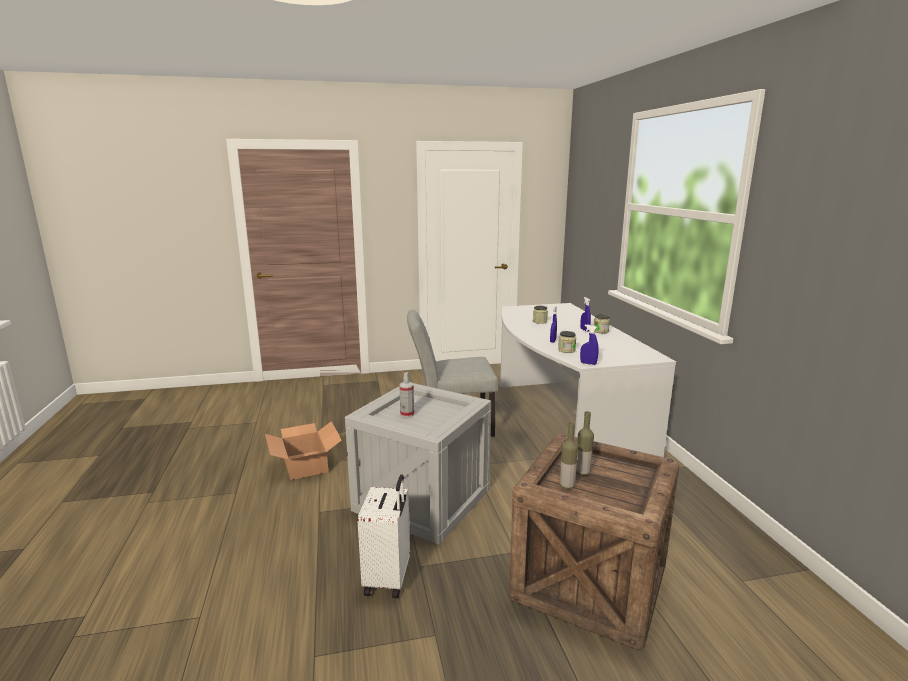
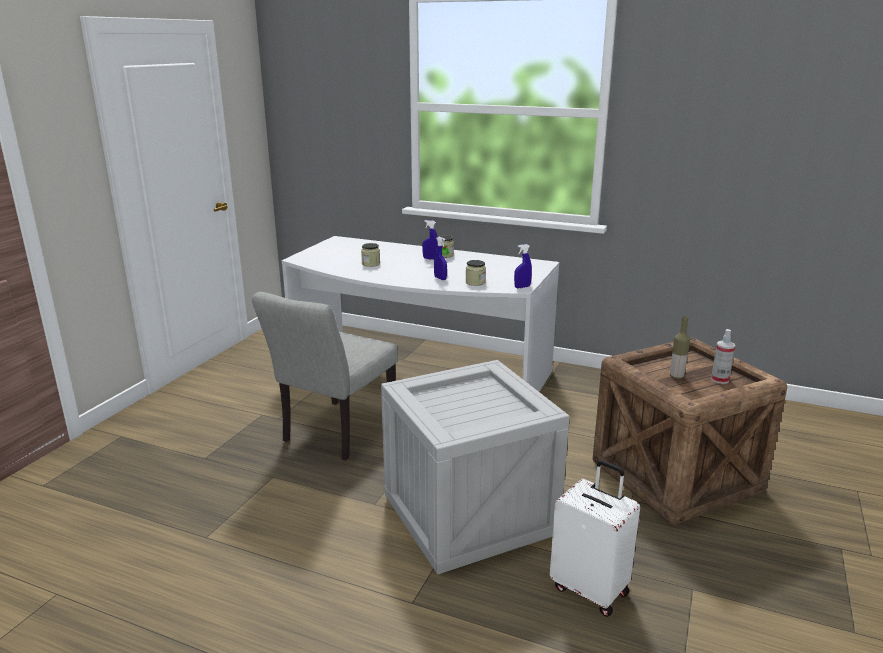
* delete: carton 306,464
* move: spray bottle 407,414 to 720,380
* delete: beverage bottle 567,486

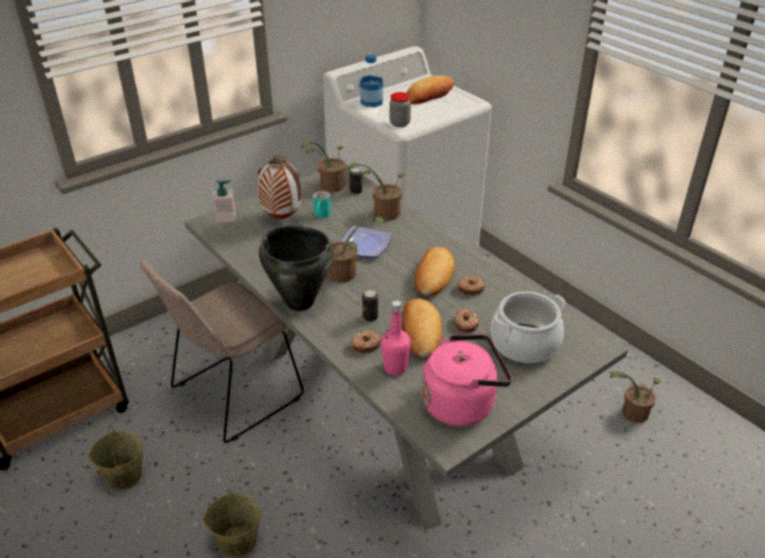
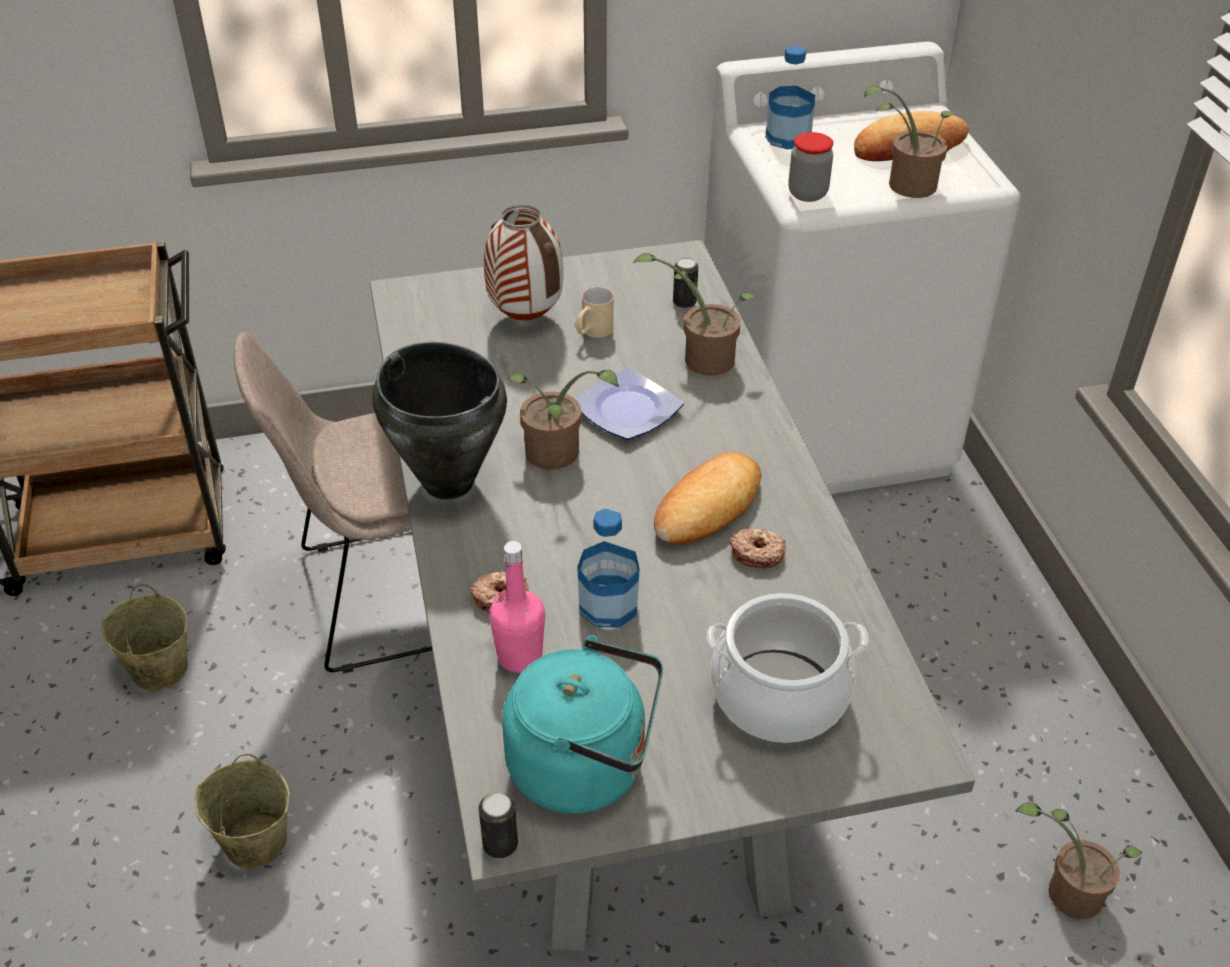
* delete: soap bottle 226,217
* move: houseplant 329,187 to 905,186
* recolor: blue-green tea mug 321,216 to beige-coloured tea mug 592,333
* move: sealed can 370,317 to 500,844
* replace: baked bread 420,332 to beverage bottle 608,605
* recolor: pink kettle 462,403 to blue-green kettle 586,766
* delete: ring doughnut 466,323

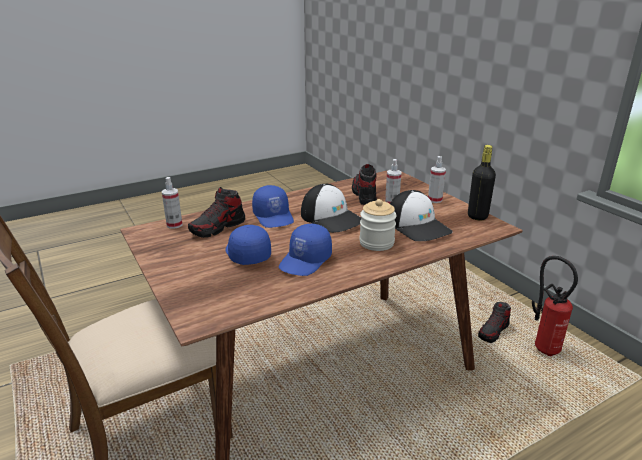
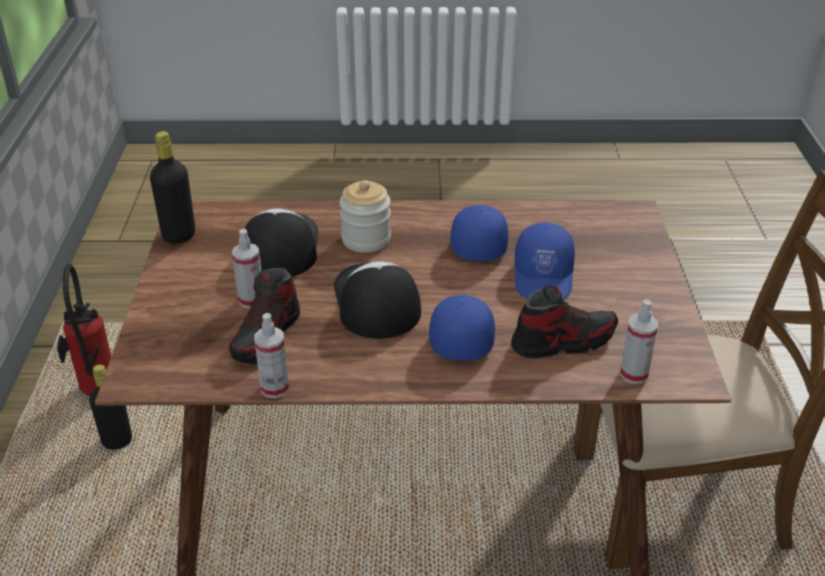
* rotate: bluish cap 306,261 = 477,242 60 degrees counterclockwise
* move: spray bottle 435,200 to 275,388
* replace: item of footwear 493,332 to blackish beverage bottle 117,441

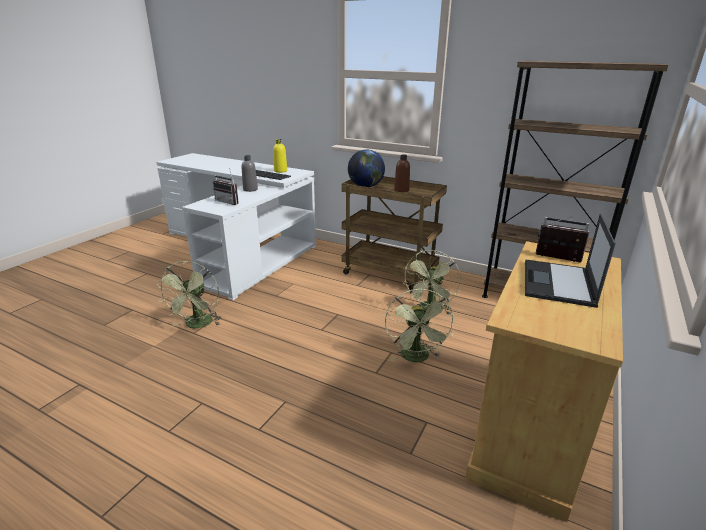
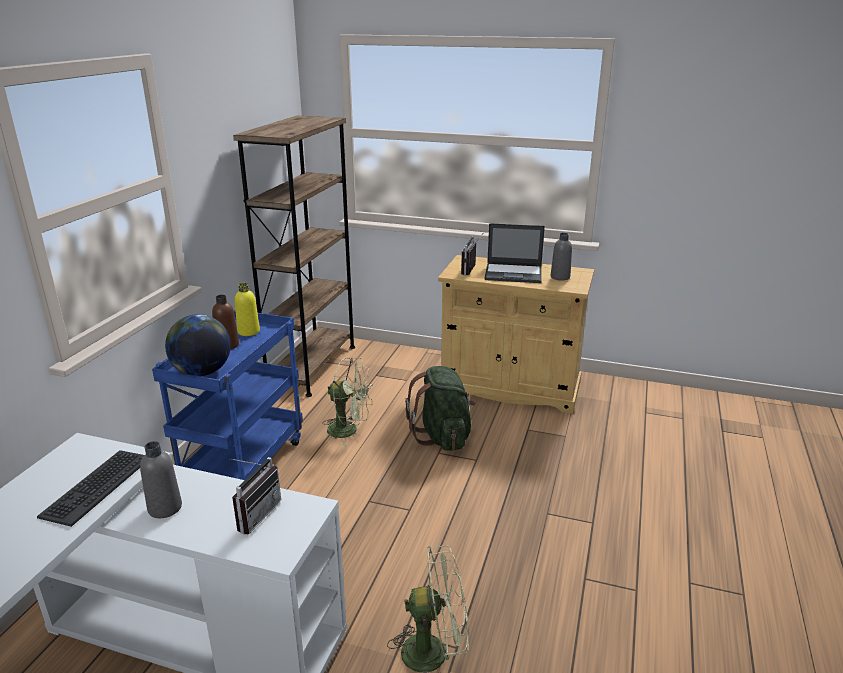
* move: yellow beverage bottle 280,171 to 248,331
* recolor: brownish wheeled cart 390,273 to bluish wheeled cart 244,465
* replace: green-coloured electric fan 416,358 to green-coloured backpack 443,436
* insert: grey beverage bottle 560,277

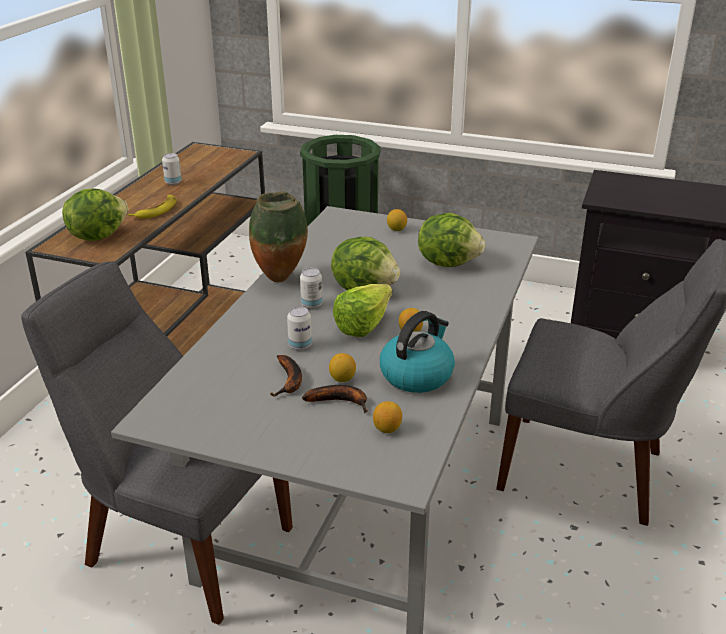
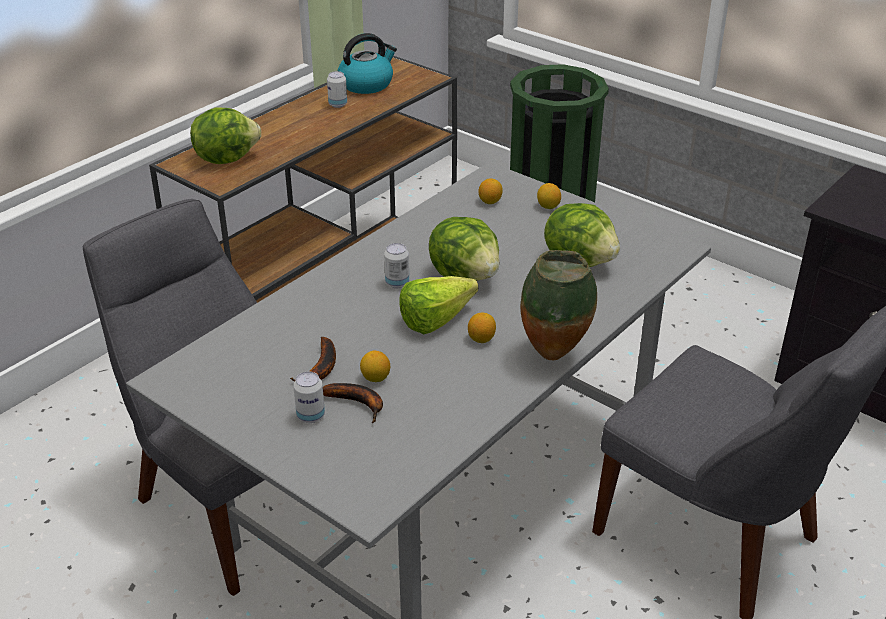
* delete: whole banana 156,210
* move: decorative vase 281,279 to 555,356
* move: sealed can 300,345 to 310,416
* move: whole lemon 387,429 to 490,201
* move: kettle 417,374 to 366,84

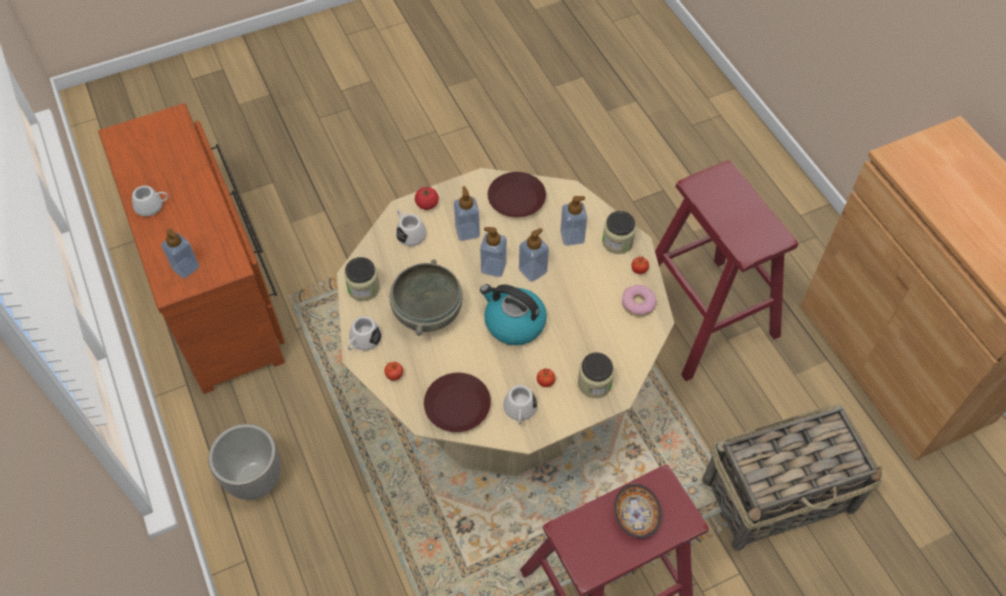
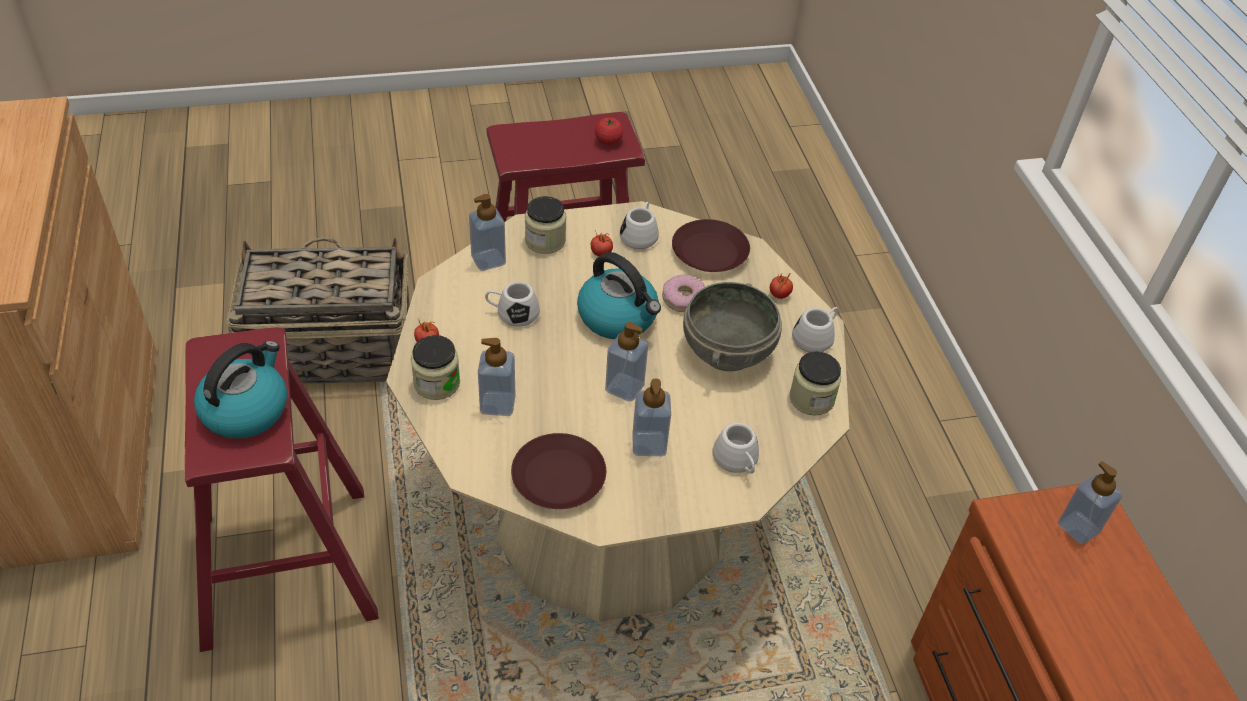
* move: whitish tea mug 153,206 to 512,313
* delete: planter 254,479
* move: whole tomato 427,204 to 608,140
* move: soap bottle 533,271 to 488,260
* delete: serving bowl 636,515
* move: ring doughnut 638,304 to 683,299
* insert: kettle 246,409

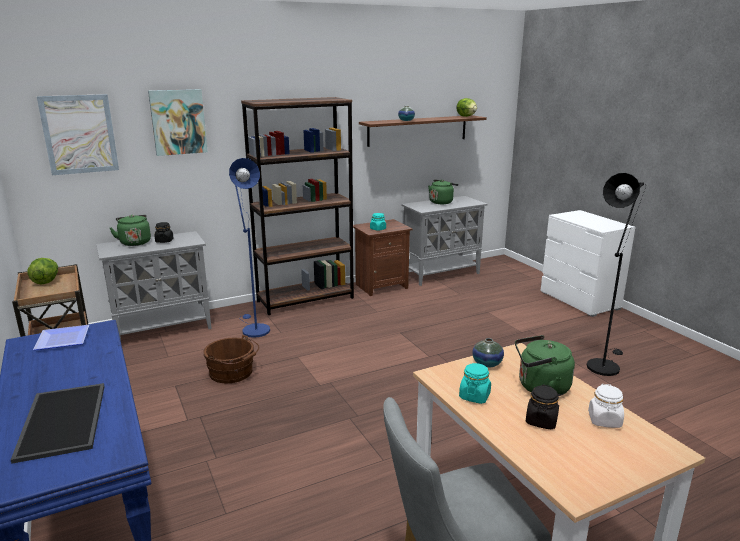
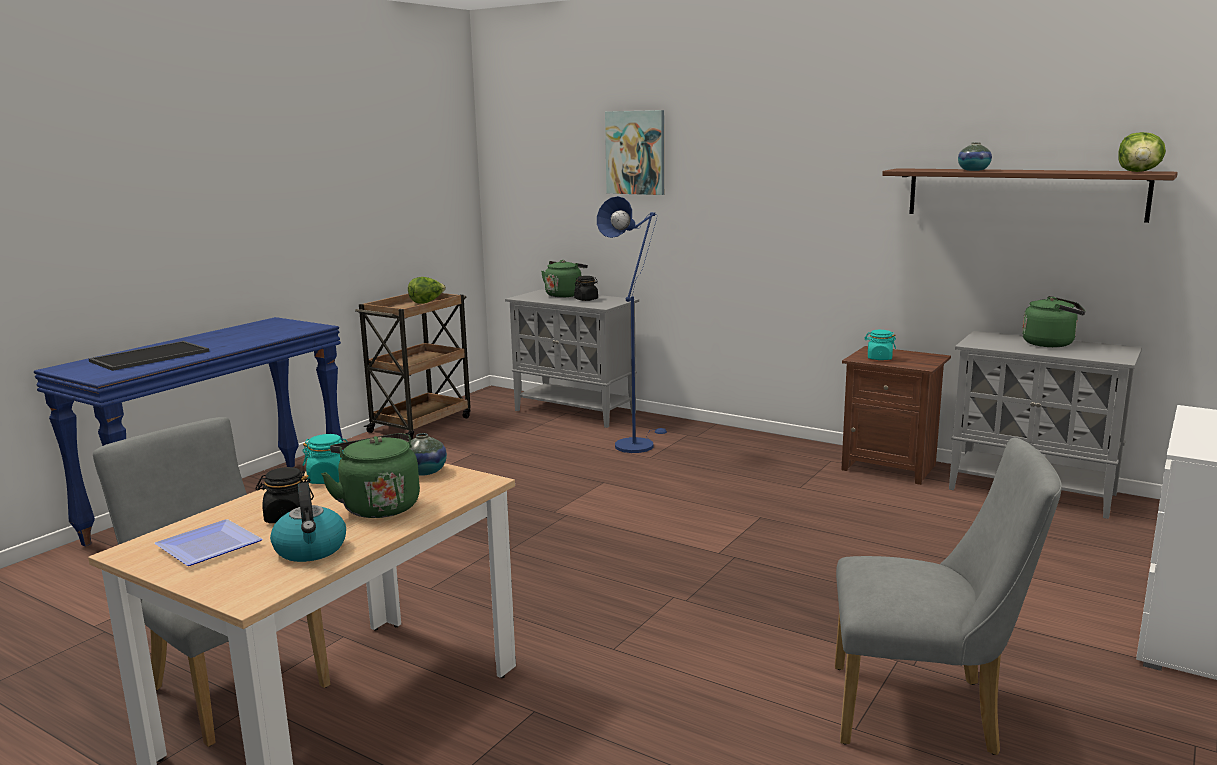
* move: plate 64,340 to 207,548
* delete: wall picture 79,134
* delete: brownish bucket 233,373
* delete: brownish bookcase 305,299
* replace: blackish standard lamp 604,365 to grey upright chair 926,712
* replace: whitish jar 604,420 to kettle 311,550

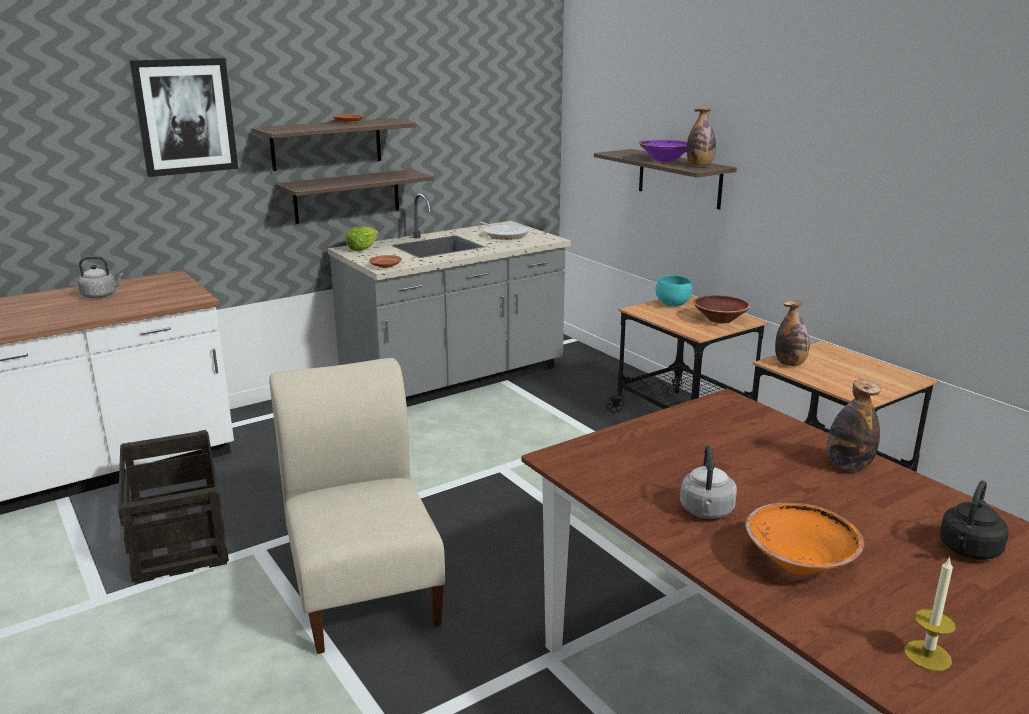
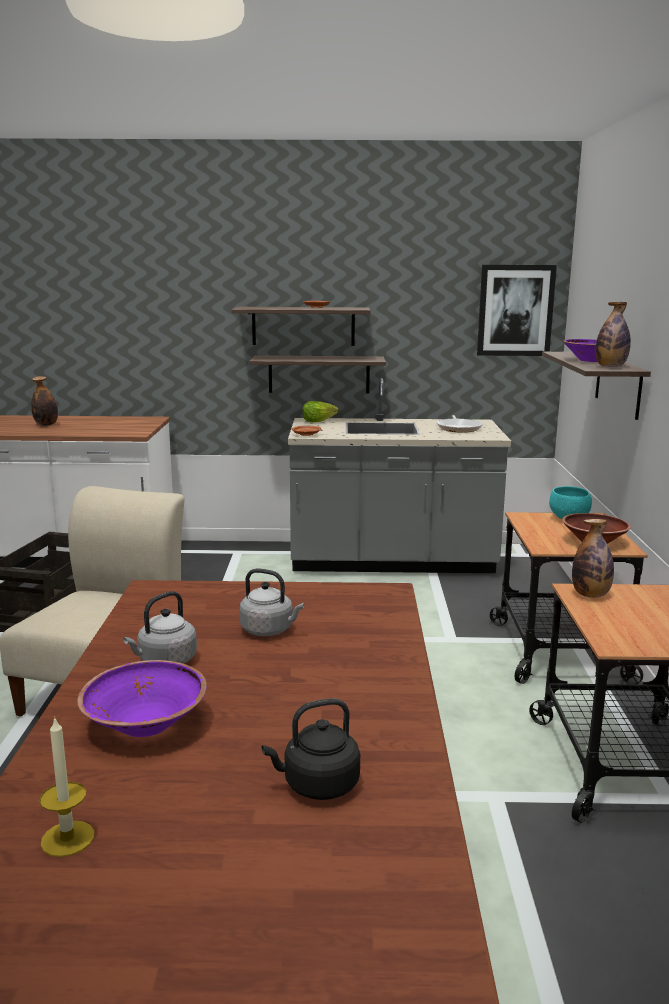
* move: grey kettle 101,295 to 269,630
* move: wall picture 185,116 to 515,310
* recolor: orange-coloured serving bowl 799,561 to purple serving bowl 146,724
* move: beverage bottle 848,466 to 46,425

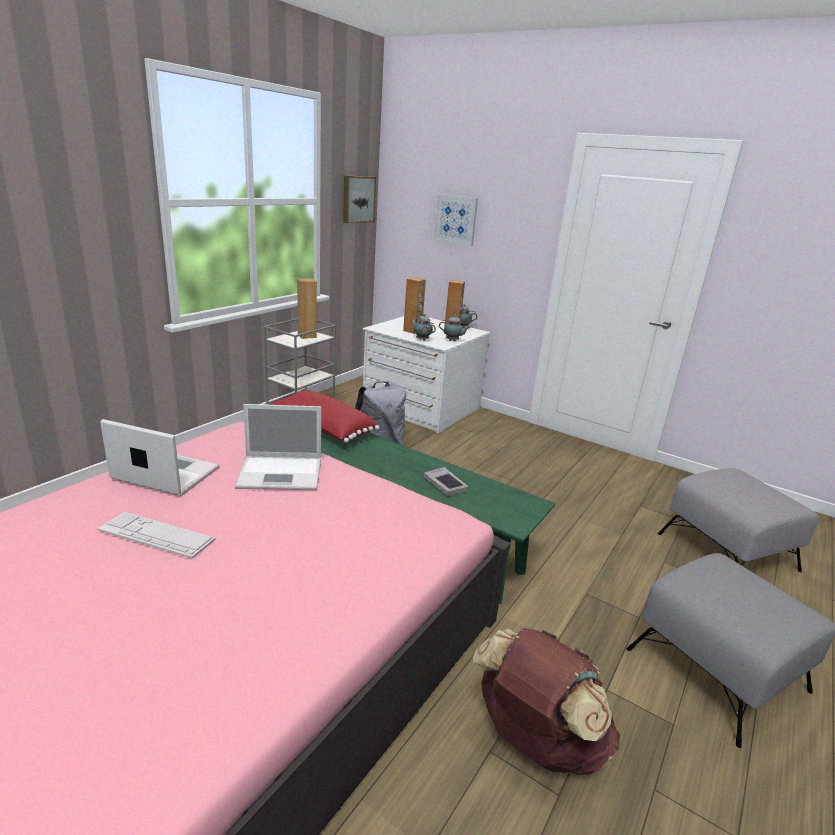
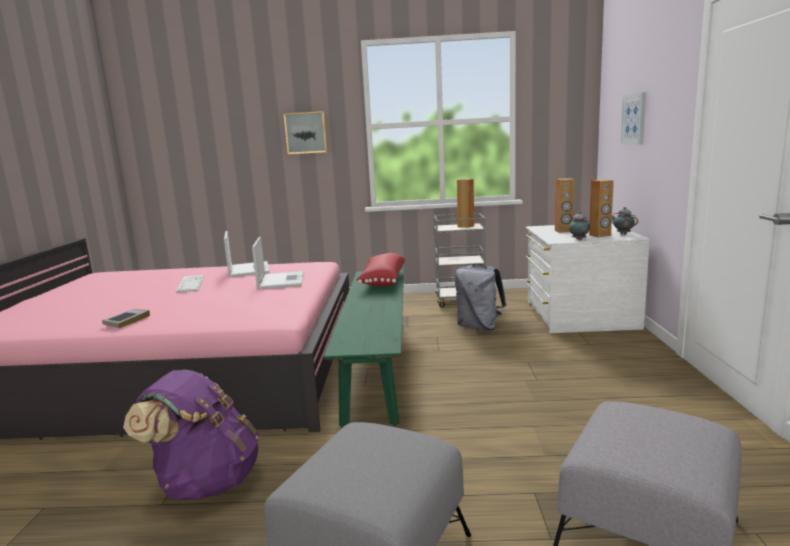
* rotate: laptop 282,473 = 281,280 150 degrees counterclockwise
* move: wall picture 357,199 to 306,132
* delete: pot for tea 421,339
* move: volume 445,485 to 127,321
* recolor: brownish backpack 536,740 to purple backpack 206,482

